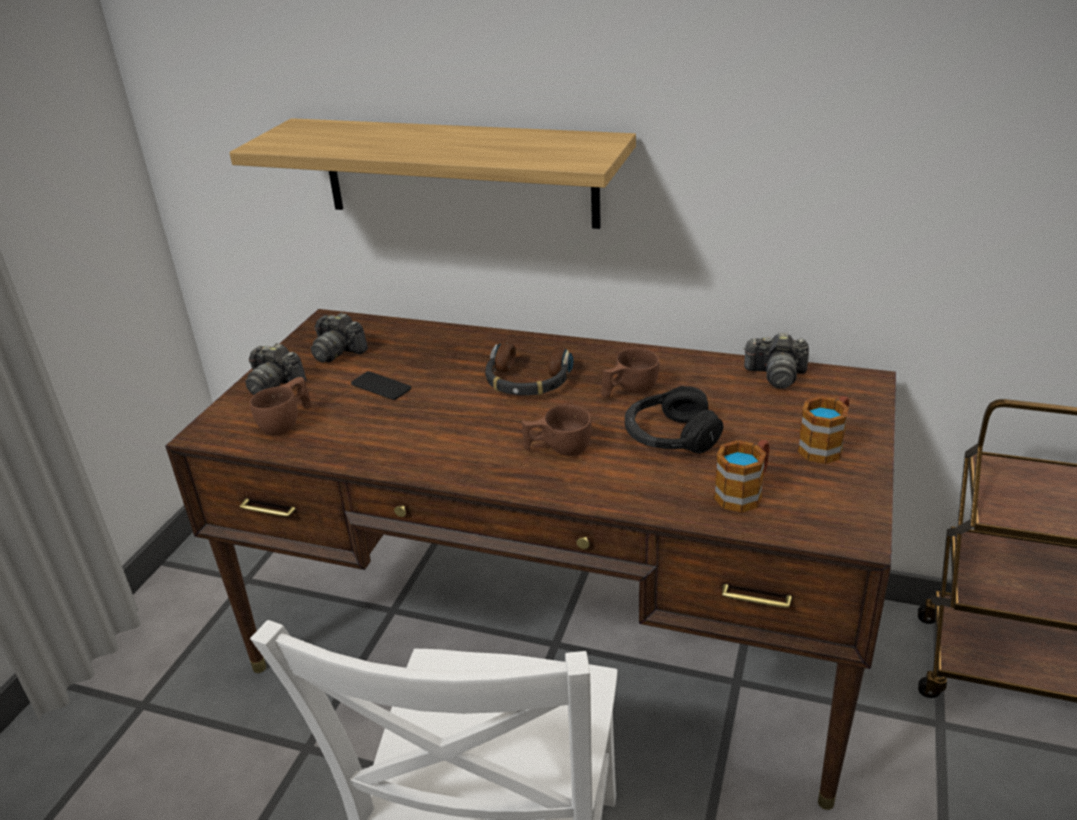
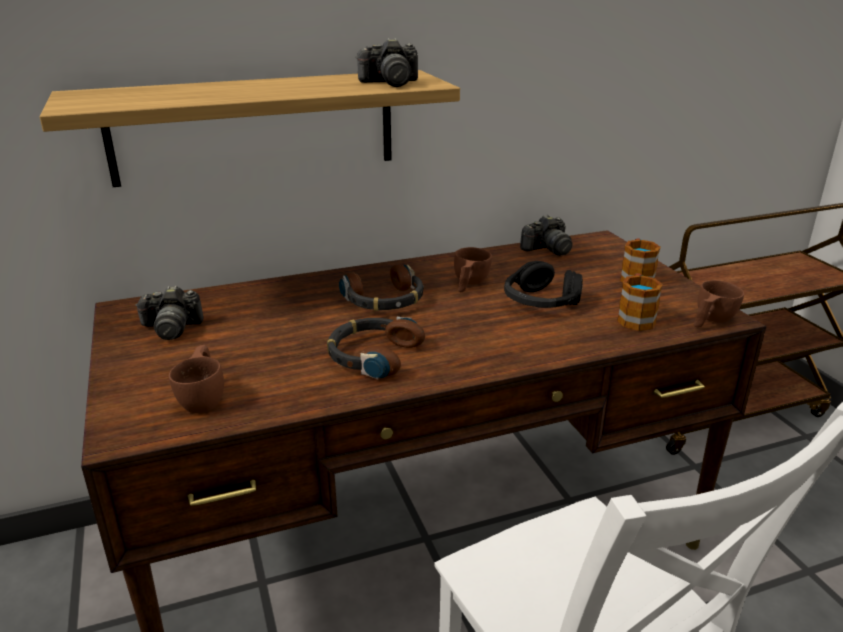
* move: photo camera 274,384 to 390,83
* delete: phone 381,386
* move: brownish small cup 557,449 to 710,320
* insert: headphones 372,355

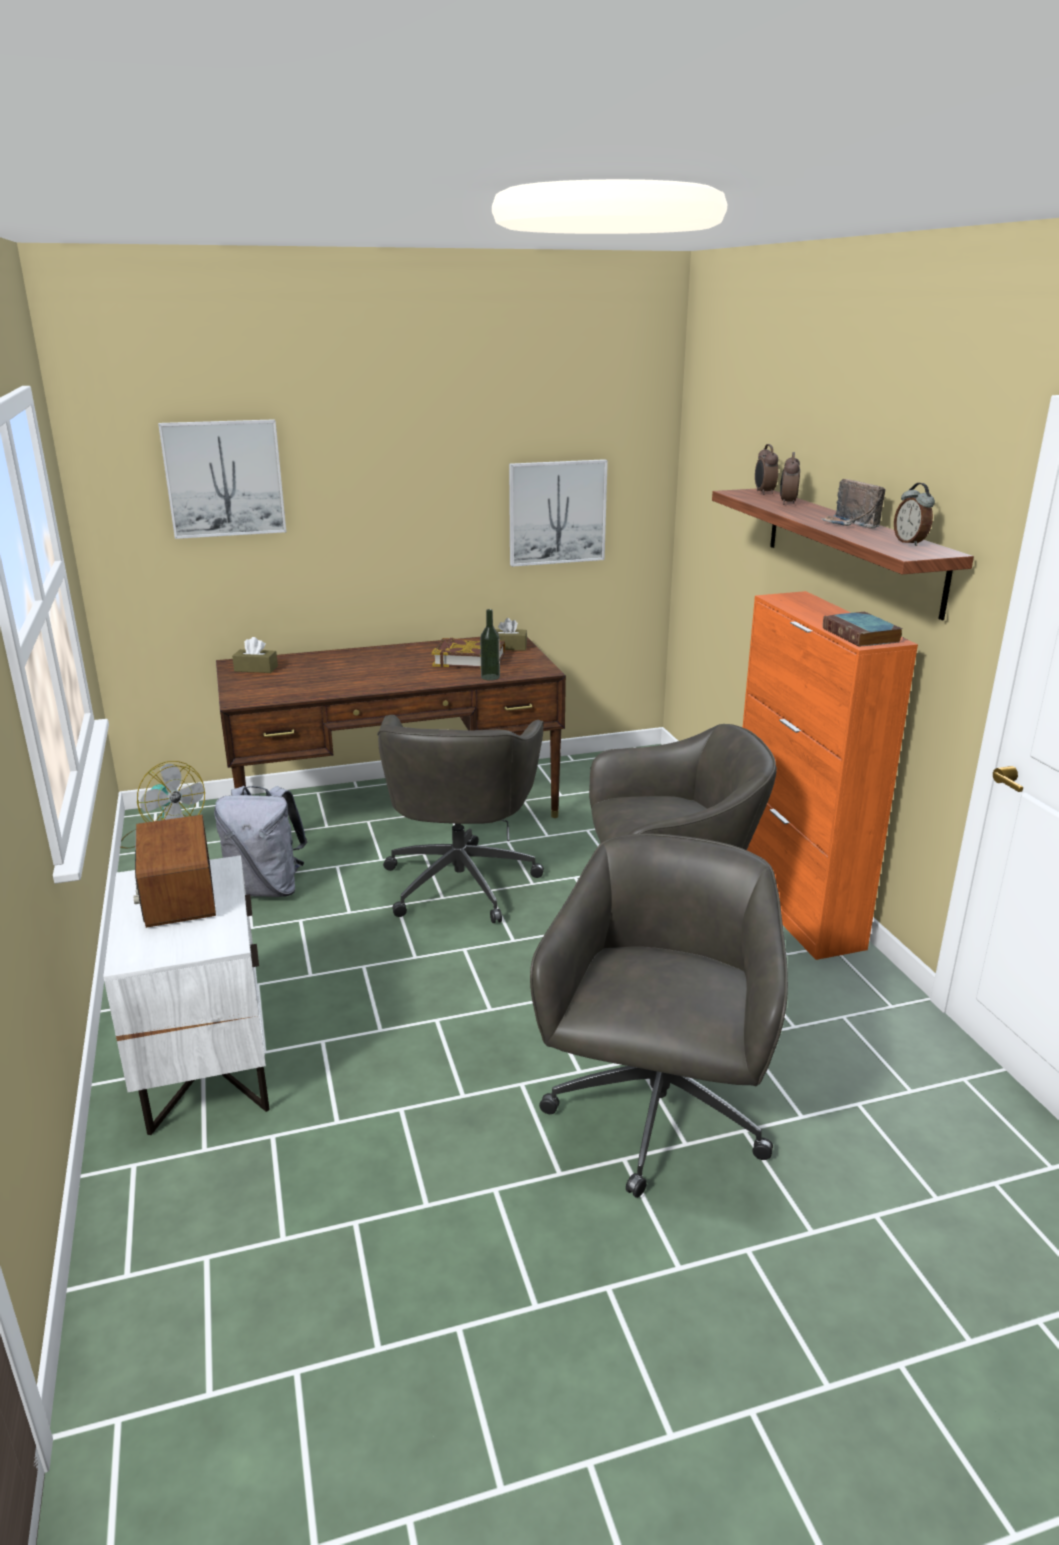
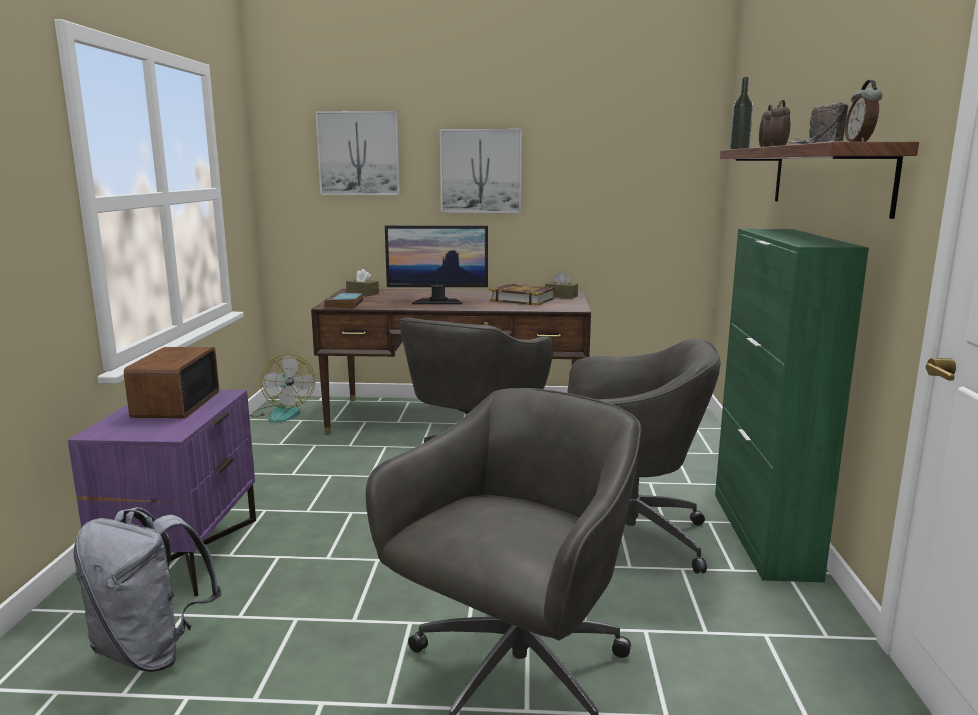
* recolor: whitish nightstand 204,1062 to purple nightstand 183,553
* move: grey backpack 267,889 to 152,650
* move: beverage bottle 490,677 to 739,149
* move: wall picture 557,512 to 481,171
* recolor: orange-coloured storage cabinet 794,907 to green-coloured storage cabinet 763,534
* move: volume 862,635 to 344,304
* insert: computer display 438,301

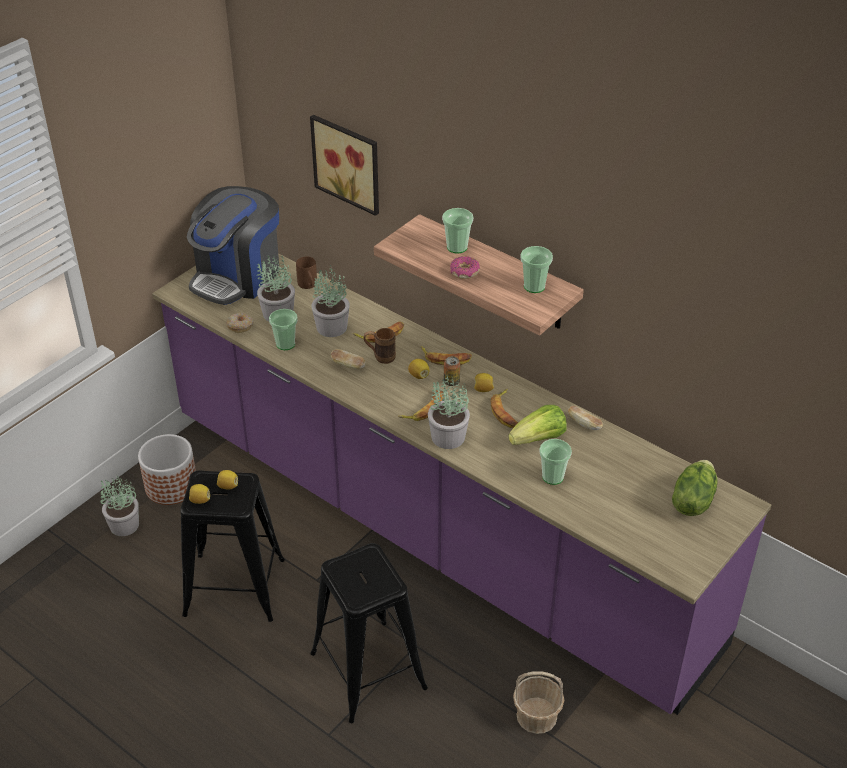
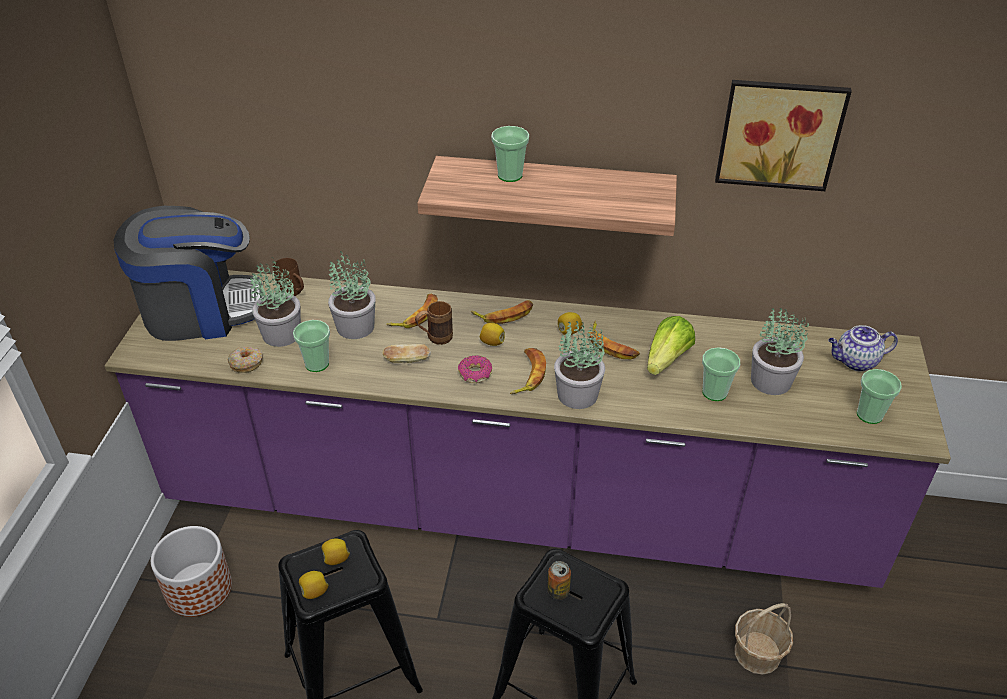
* move: houseplant 123,525 to 771,381
* rotate: coffee maker 237,276 = 201,310 105 degrees counterclockwise
* move: wall picture 348,162 to 779,133
* move: sealed can 451,382 to 558,591
* move: ring doughnut 464,272 to 475,374
* move: small cup 534,286 to 869,415
* delete: baked bread 584,423
* replace: lettuce head 692,501 to pot for tea 855,362

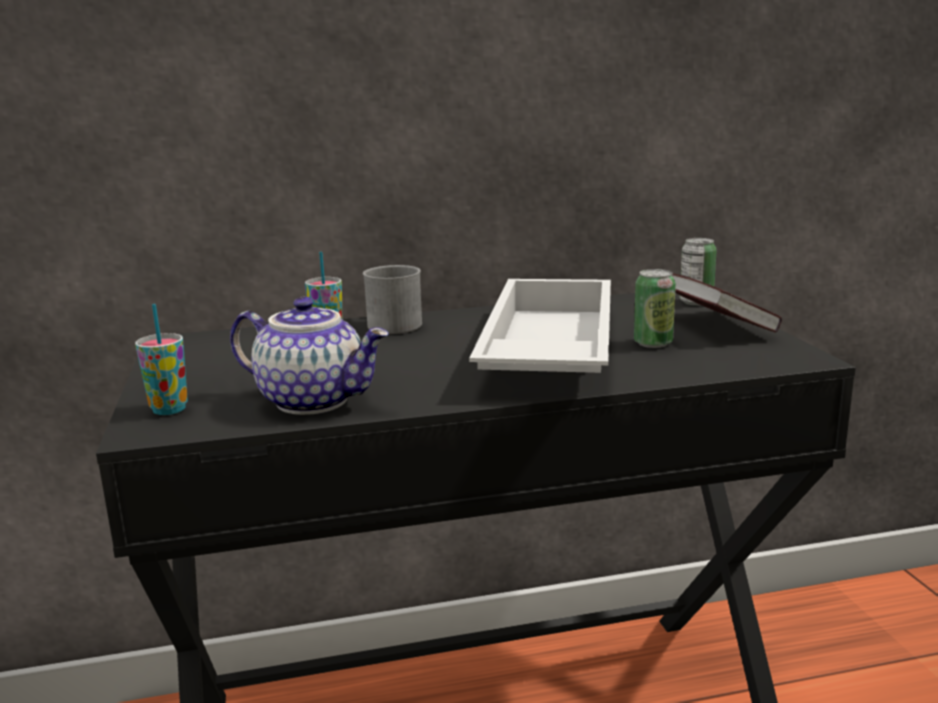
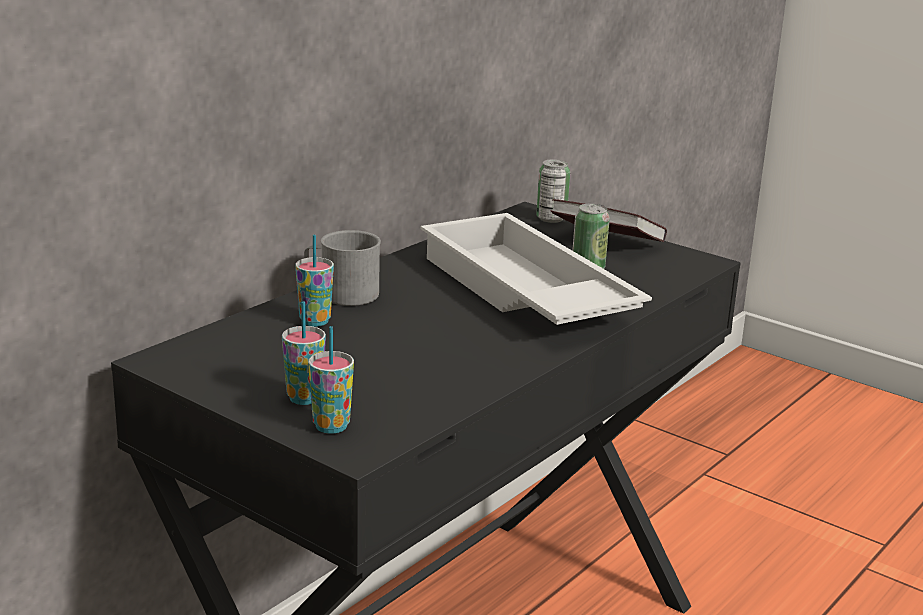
* delete: pot for tea 315,400
* insert: small cup 304,398

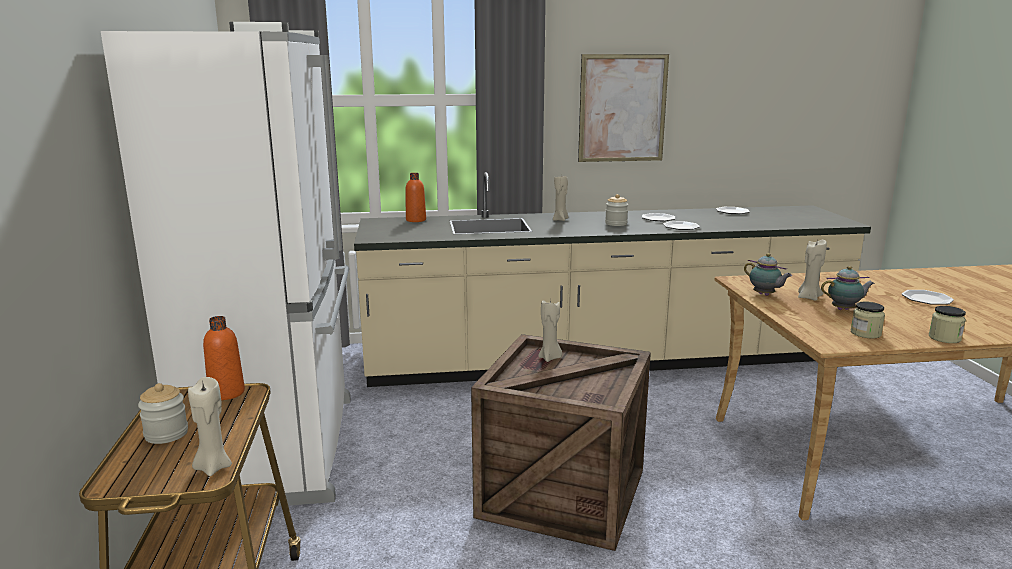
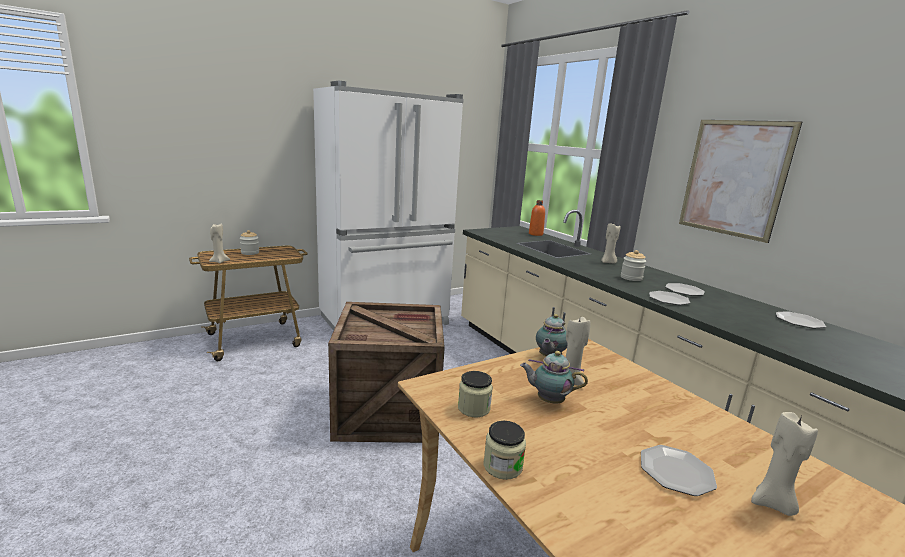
* delete: orange-coloured beverage bottle 226,393
* move: beige-coloured wax candle 550,358 to 772,504
* rotate: pot for tea 844,310 = 548,400 135 degrees clockwise

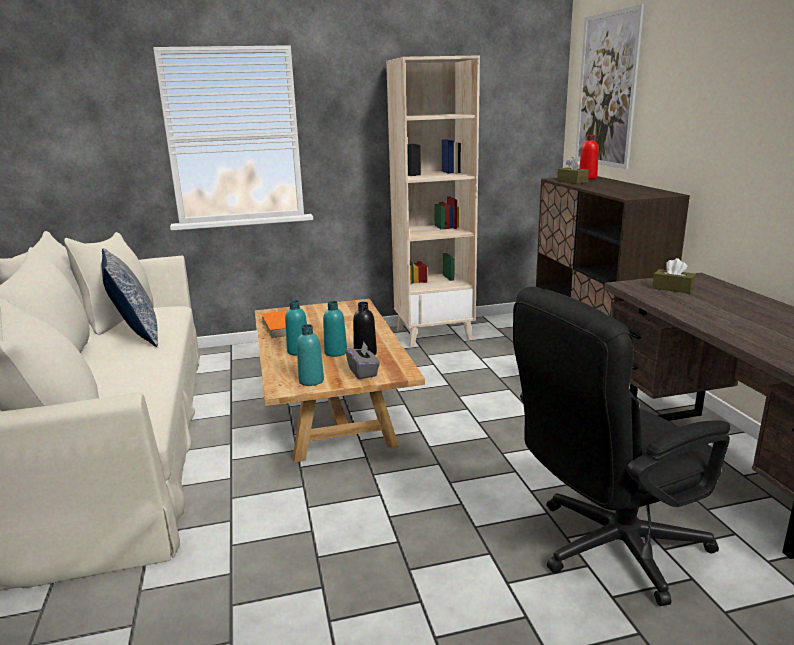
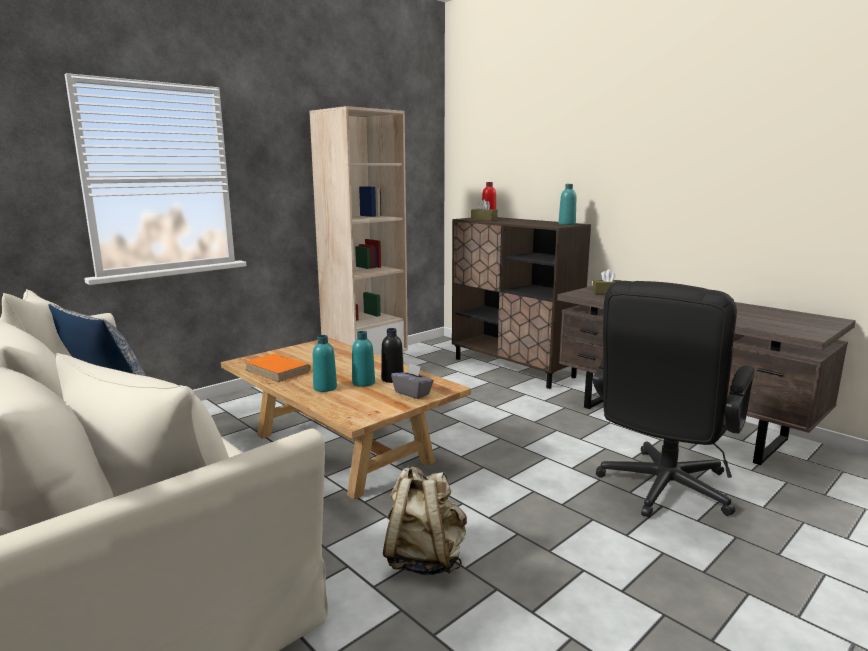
* move: blue-green beverage bottle 311,381 to 566,224
* delete: wall picture 606,90
* insert: beige-coloured backpack 424,559

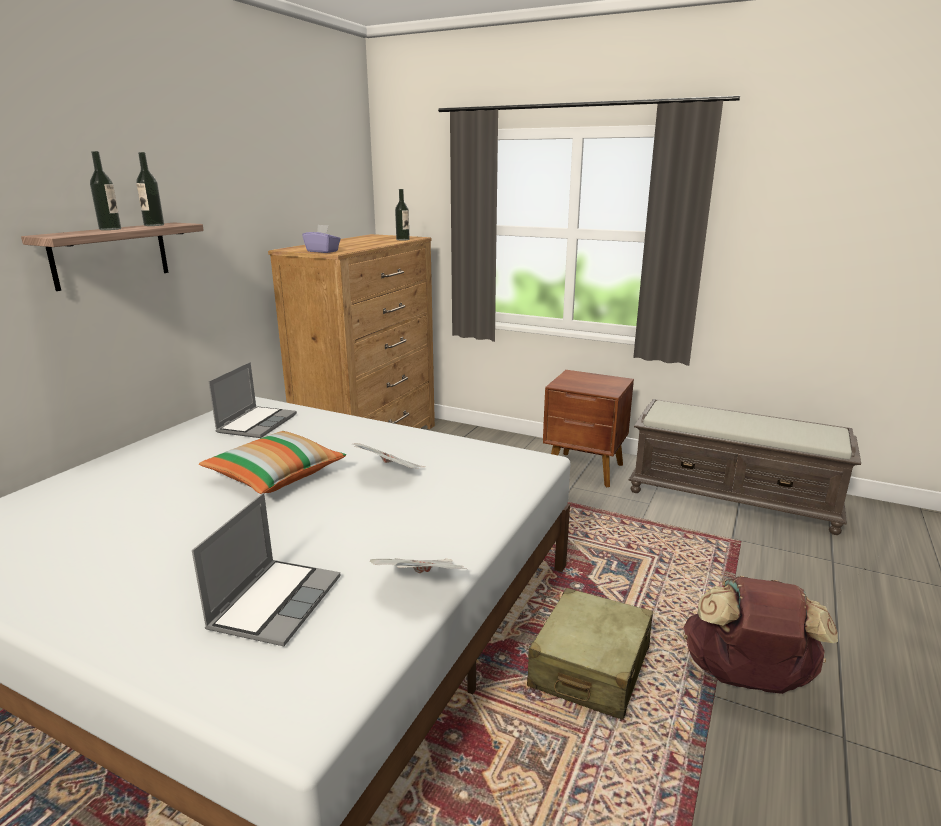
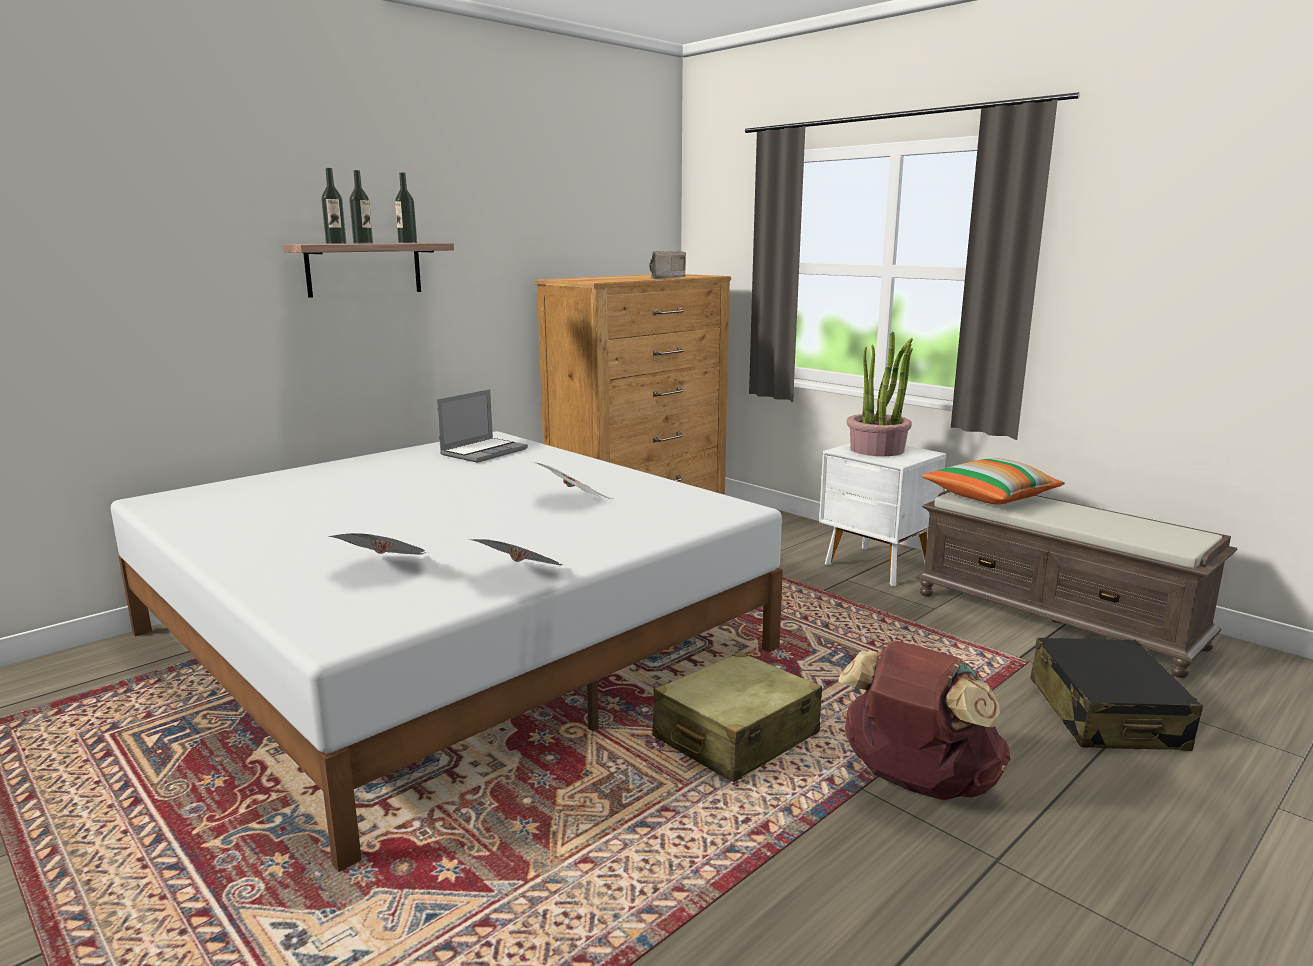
* replace: laptop 275,602 to printed paper 386,569
* move: pillow 276,476 to 990,497
* delete: purple tissue holder 322,251
* move: beverage bottle 403,239 to 336,243
* recolor: brownish nightstand 585,470 to whitish nightstand 877,566
* insert: radio set 664,278
* insert: houseplant 877,450
* insert: blackish suitcase 1105,714

